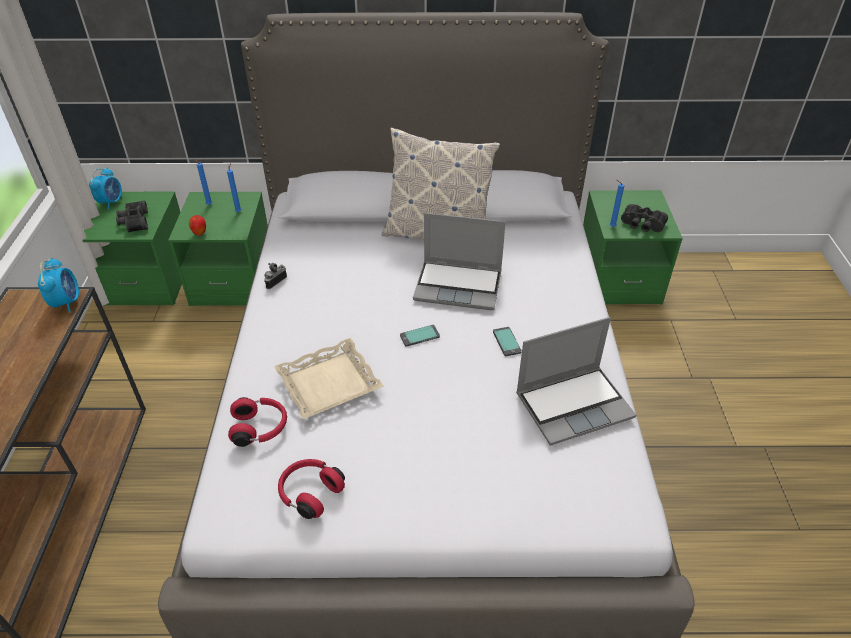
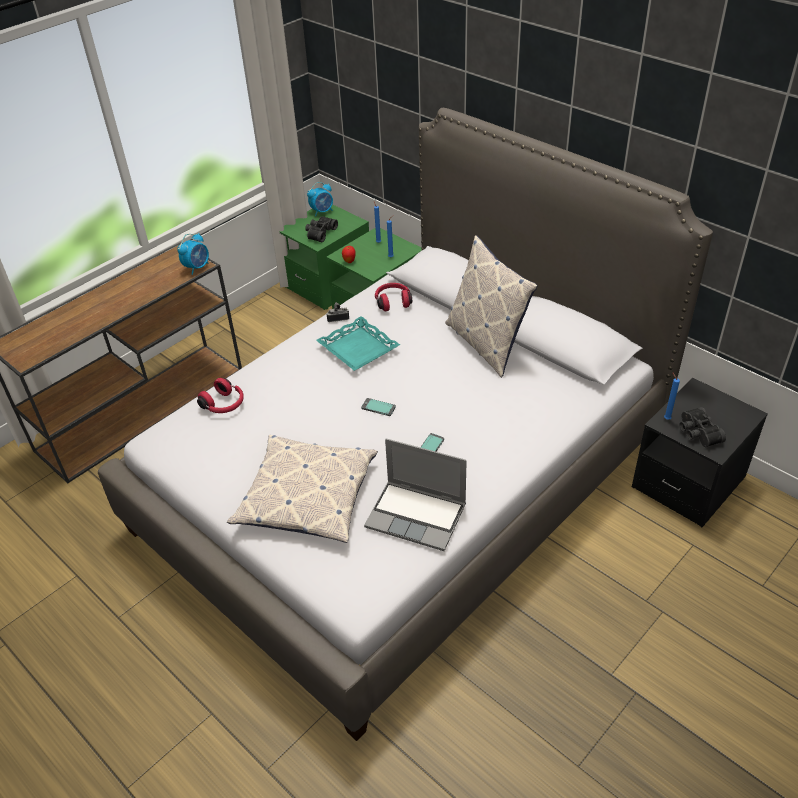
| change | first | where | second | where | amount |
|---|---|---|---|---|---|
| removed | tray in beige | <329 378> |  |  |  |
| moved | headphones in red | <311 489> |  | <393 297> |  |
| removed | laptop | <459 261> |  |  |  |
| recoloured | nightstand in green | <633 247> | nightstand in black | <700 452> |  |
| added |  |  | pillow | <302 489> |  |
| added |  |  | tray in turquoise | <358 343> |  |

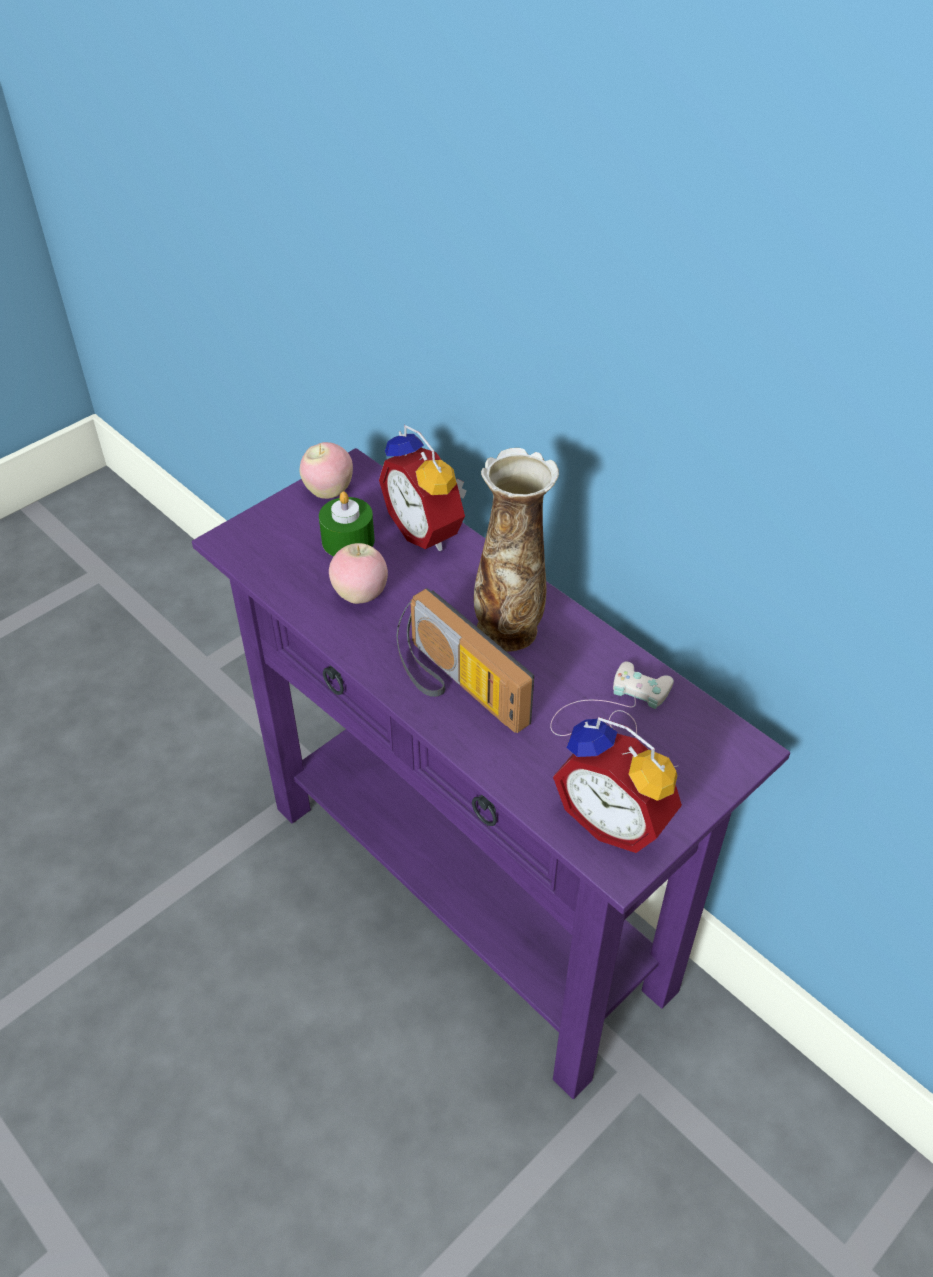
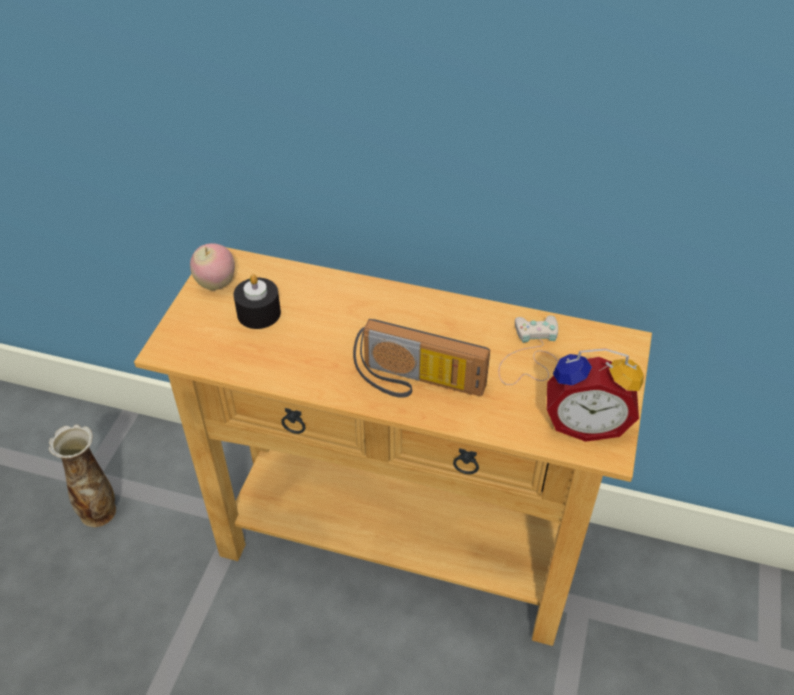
| change | first | where | second | where | amount |
|---|---|---|---|---|---|
| recoloured | console table in purple | <491 773> | console table in beige | <393 446> |  |
| recoloured | candle in green | <347 523> | candle in black | <257 301> |  |
| removed | apple | <358 573> |  |  |  |
| removed | alarm clock | <423 488> |  |  |  |
| moved | vase | <516 550> |  | <82 476> |  |

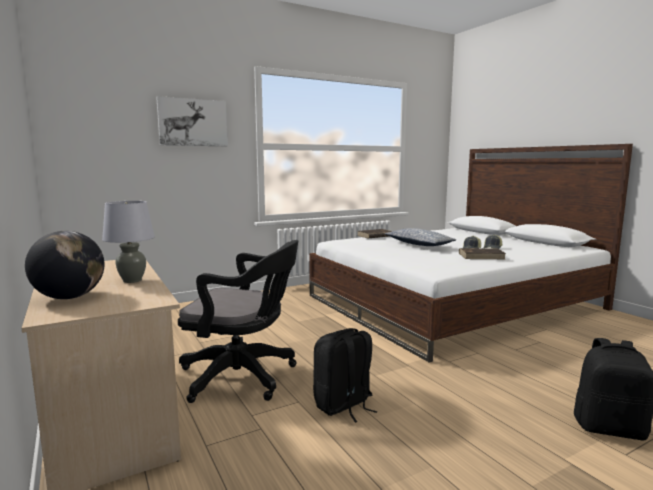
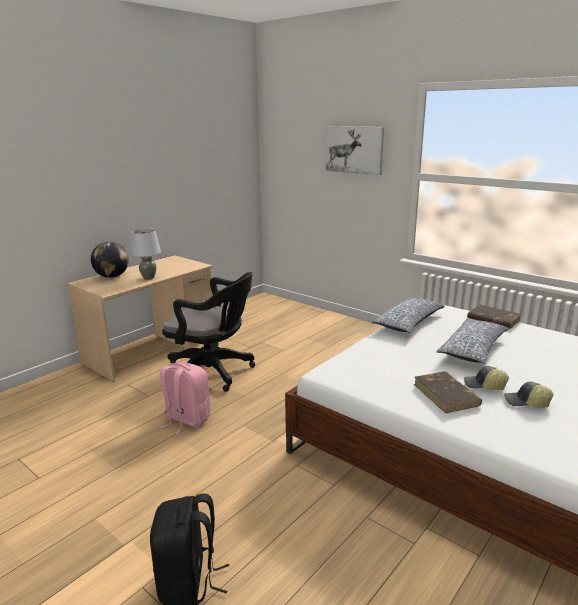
| change | first | where | second | where | amount |
|---|---|---|---|---|---|
| turned | office chair in black | <238 321> |  | <208 332> | 60 degrees counterclockwise |
| recoloured | backpack in black | <345 375> | backpack in pink | <185 398> |  |
| added |  |  | pillow | <408 314> |  |

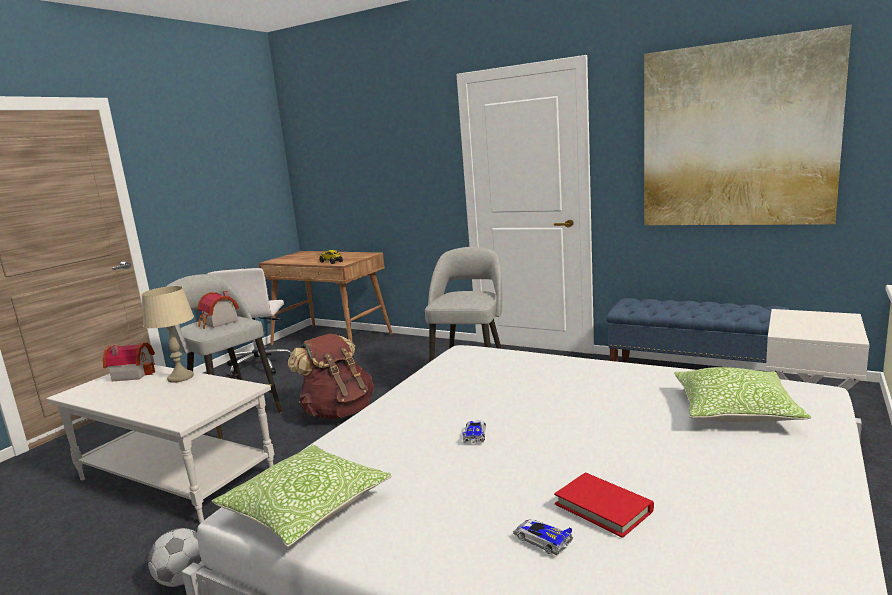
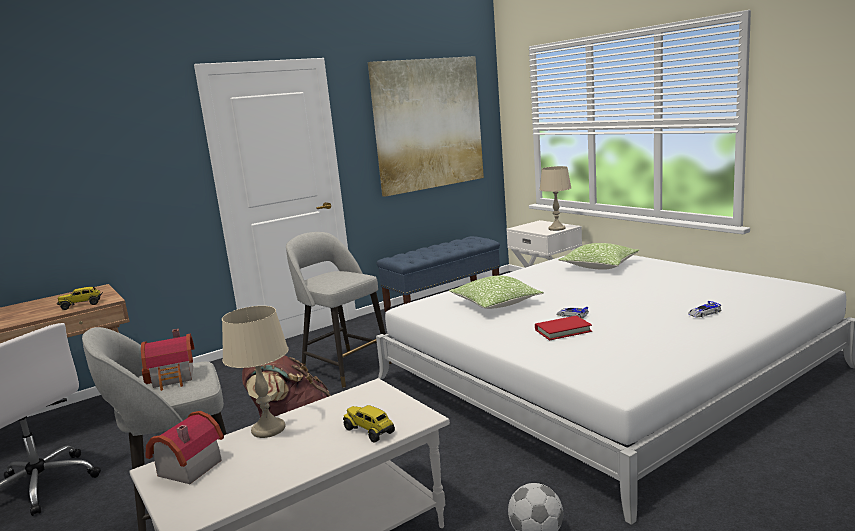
| change | first | where | second | where | amount |
|---|---|---|---|---|---|
| moved | pillow | <302 496> |  | <496 292> |  |
| moved | book in red | <604 505> |  | <563 328> |  |
| added |  |  | toy truck | <369 424> |  |
| added |  |  | table lamp in beige | <555 198> |  |

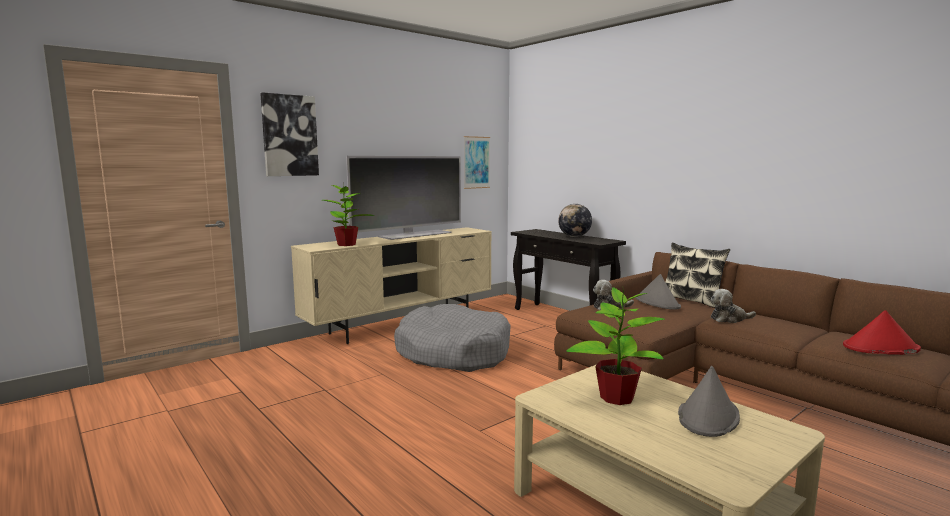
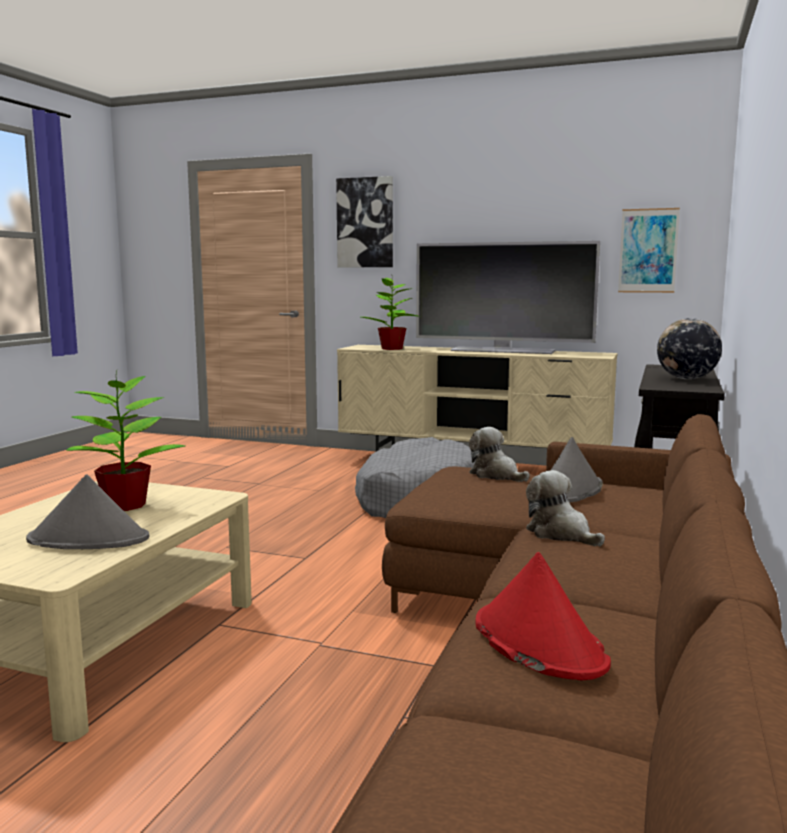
| change | first | where | second | where | amount |
|---|---|---|---|---|---|
| removed | pillow | <697 275> |  |  |  |

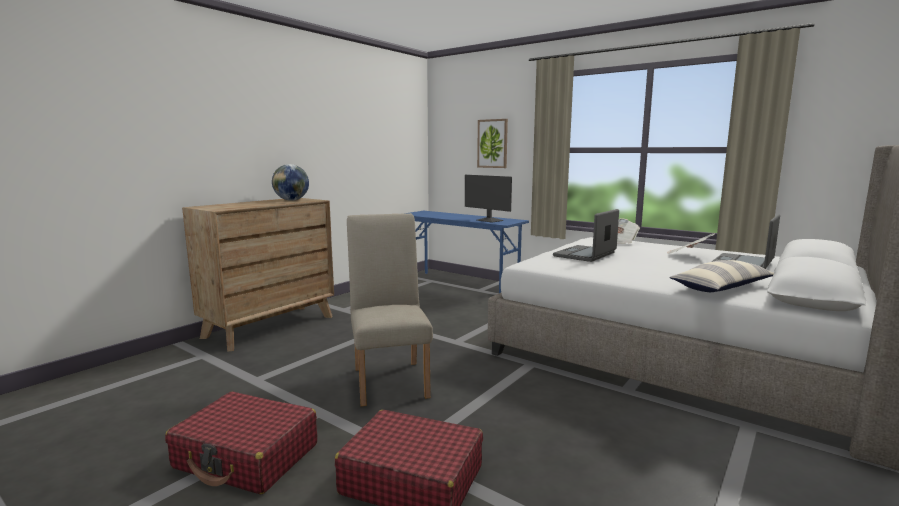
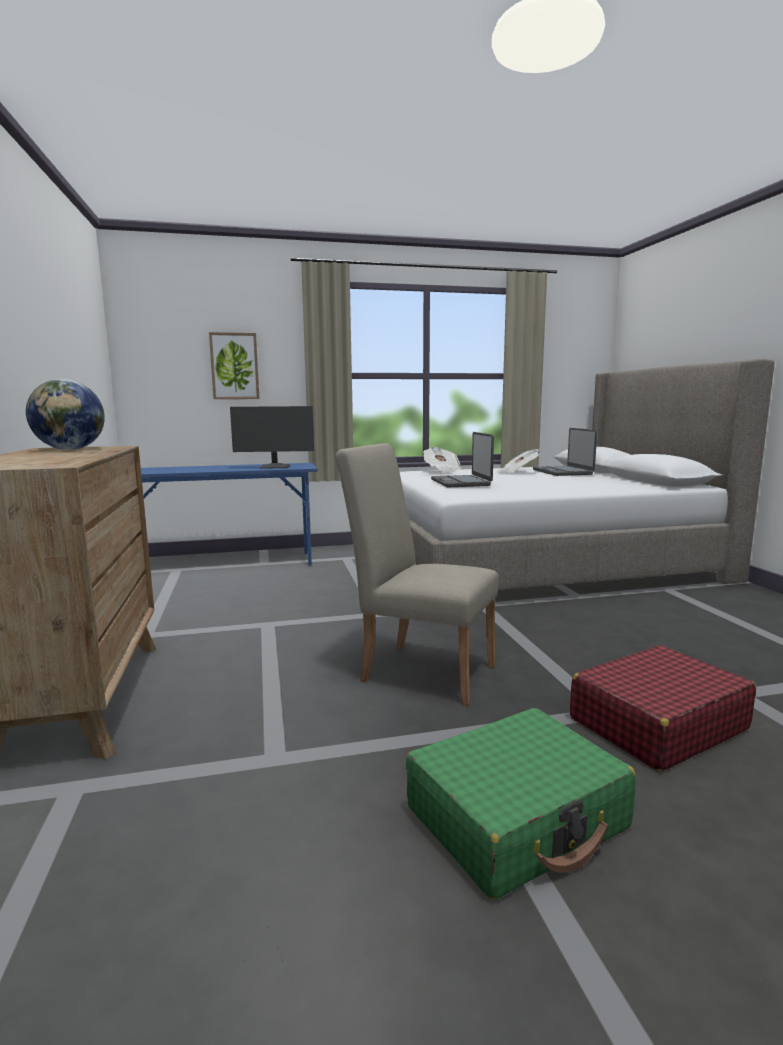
| change | first | where | second | where | amount |
|---|---|---|---|---|---|
| recoloured | suitcase in red | <241 443> | suitcase in green | <521 803> |  |
| removed | pillow | <721 276> |  |  |  |

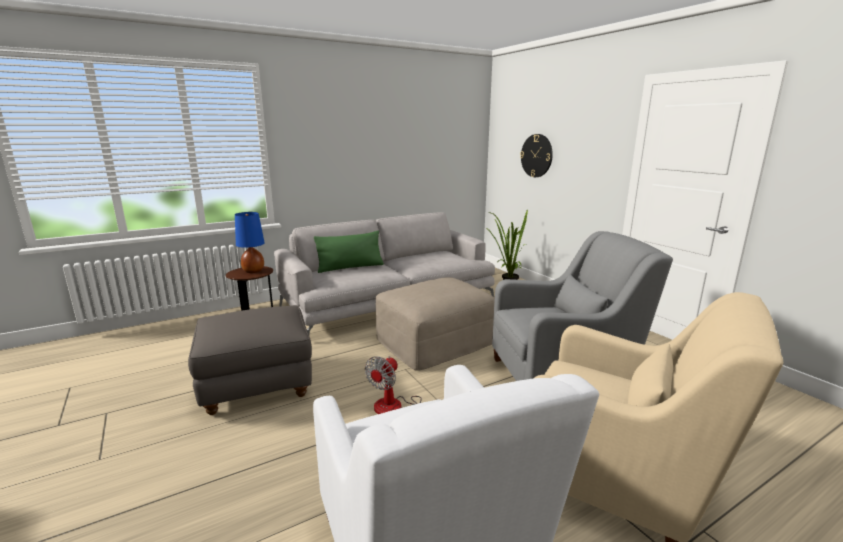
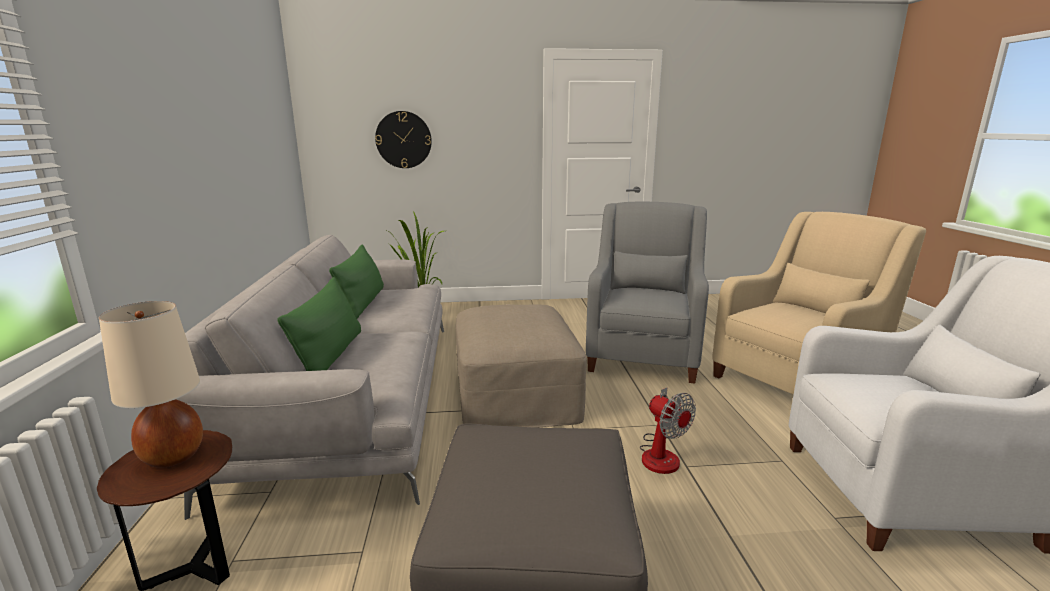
| change | first | where | second | where | amount |
|---|---|---|---|---|---|
| recoloured | table lamp in blue | <250 242> | table lamp in beige | <151 384> |  |
| added |  |  | pillow in green | <356 281> |  |

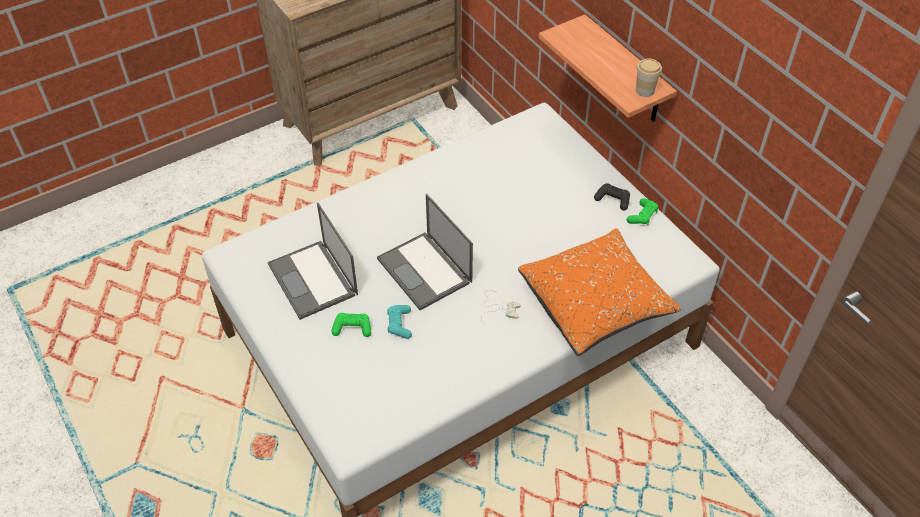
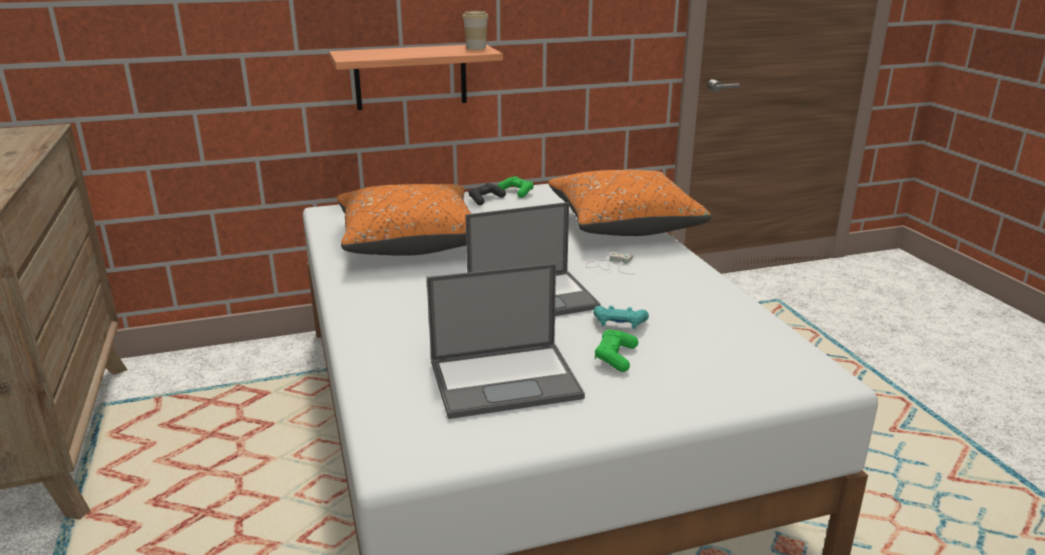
| change | first | where | second | where | amount |
|---|---|---|---|---|---|
| added |  |  | pillow in orange | <404 220> |  |

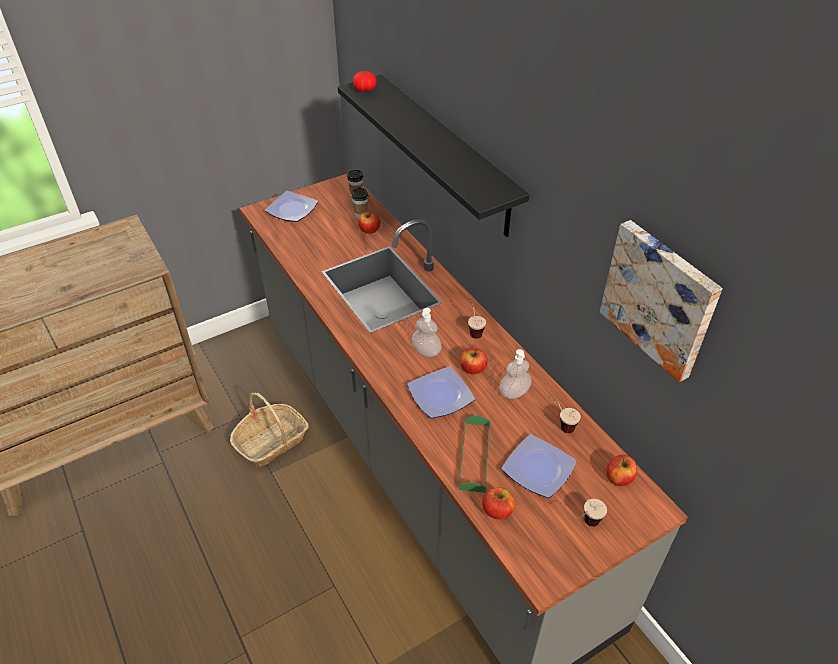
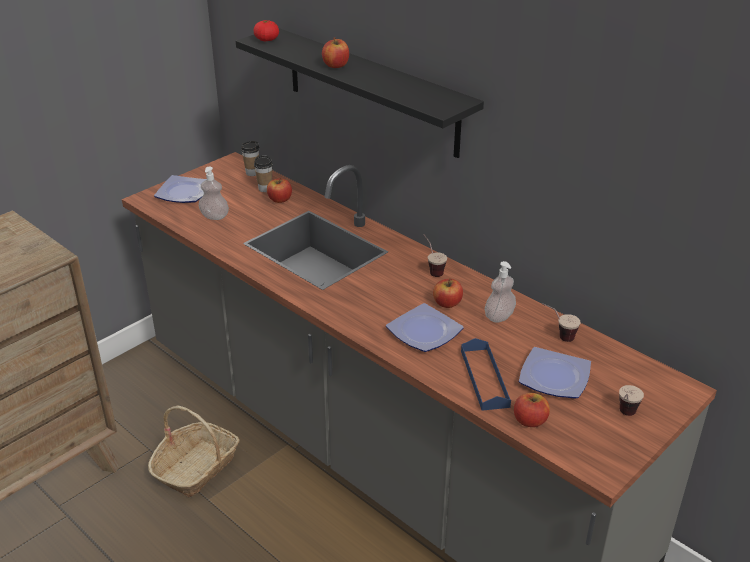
| change | first | where | second | where | amount |
|---|---|---|---|---|---|
| moved | soap dispenser | <427 332> |  | <214 193> |  |
| recoloured | tray in green | <474 454> | tray in blue | <486 374> |  |
| removed | picture | <661 301> |  |  |  |
| moved | apple | <621 470> |  | <335 52> |  |

